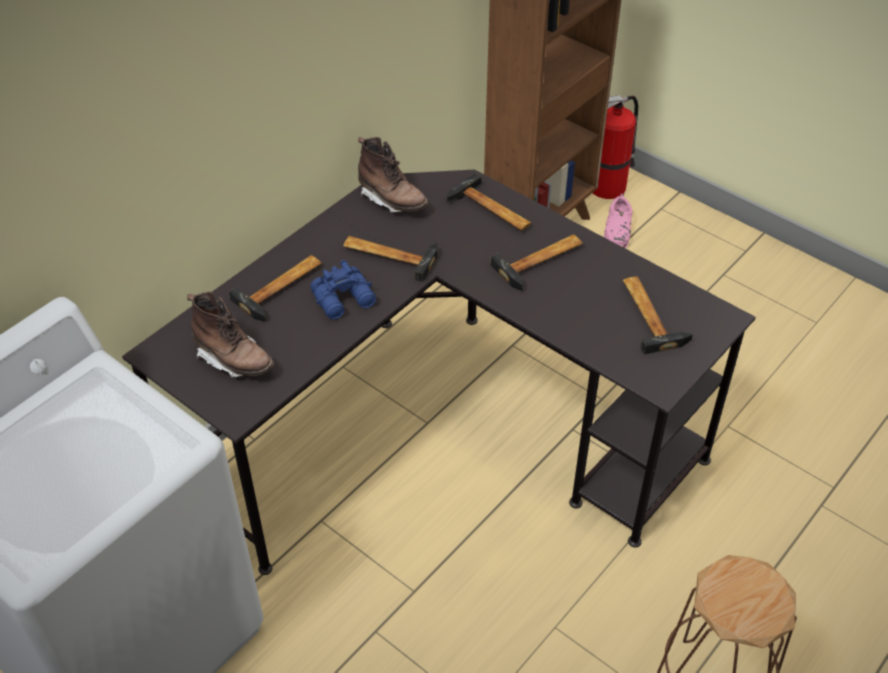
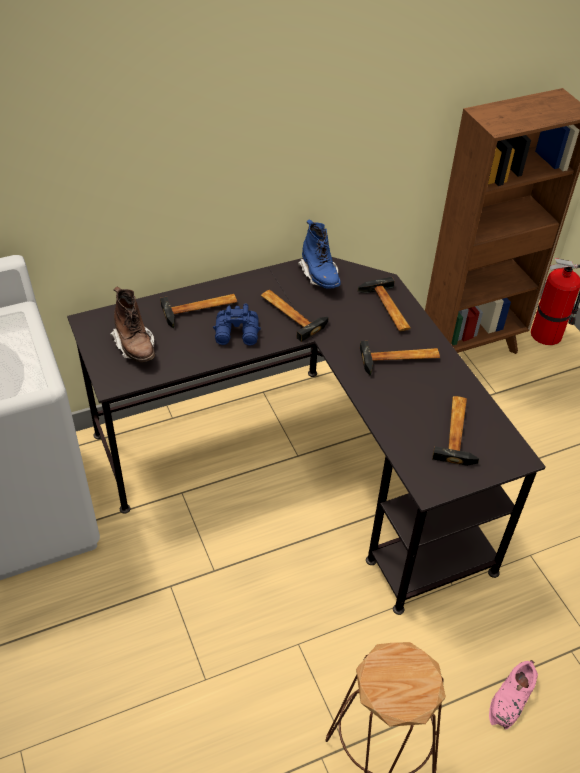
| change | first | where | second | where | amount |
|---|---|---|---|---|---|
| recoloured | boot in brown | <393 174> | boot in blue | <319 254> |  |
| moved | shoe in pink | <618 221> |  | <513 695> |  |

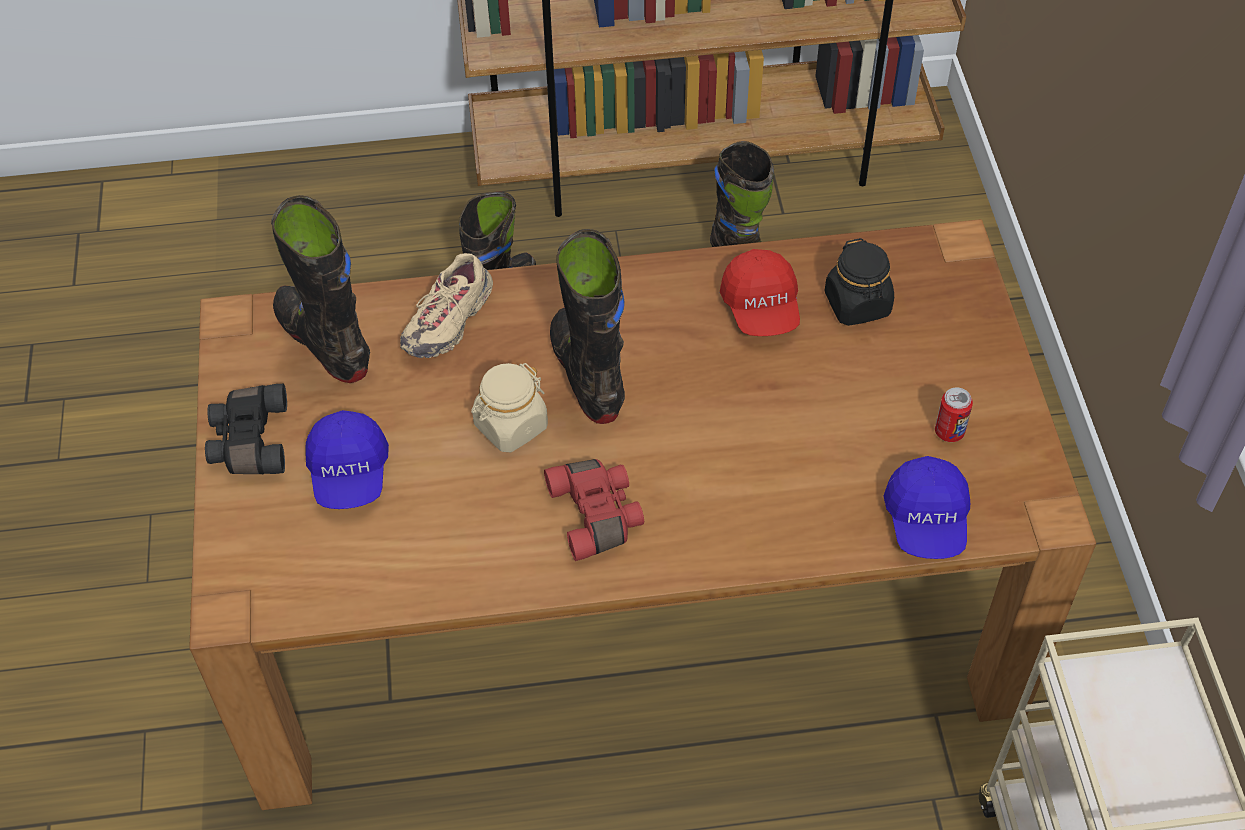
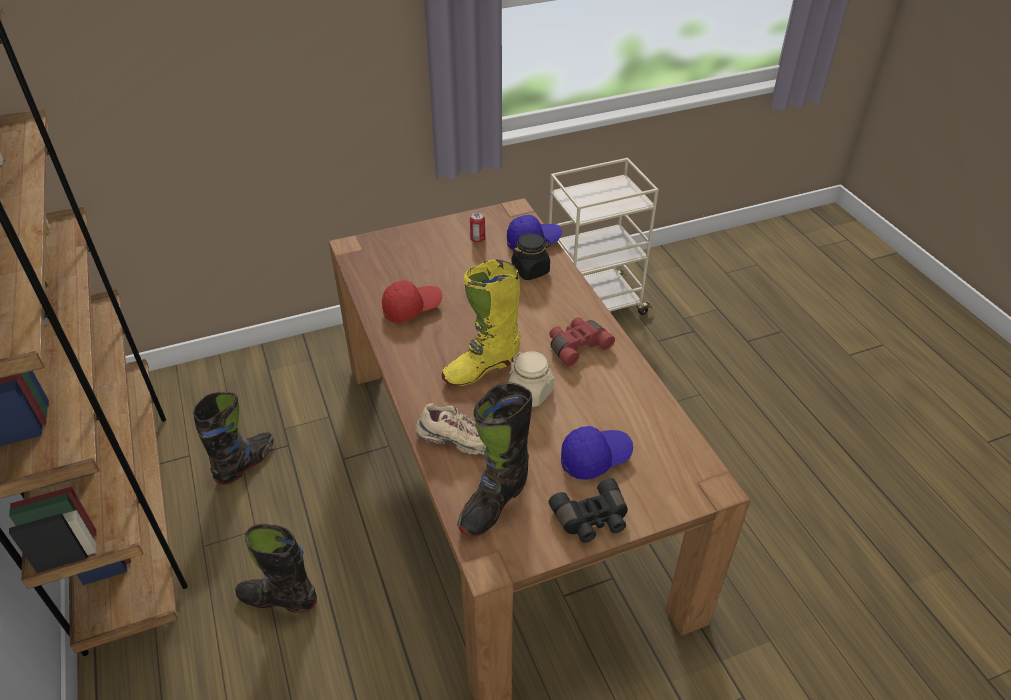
| change | first | where | second | where | amount |
|---|---|---|---|---|---|
| recoloured | boot in black | <587 326> | boot in yellow | <481 322> |  |
| moved | jar in black | <859 282> |  | <531 256> |  |

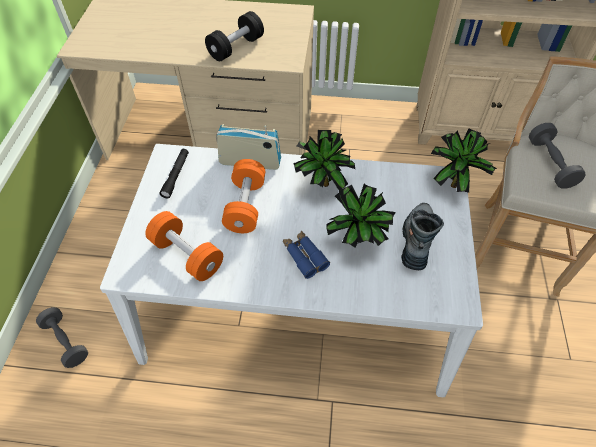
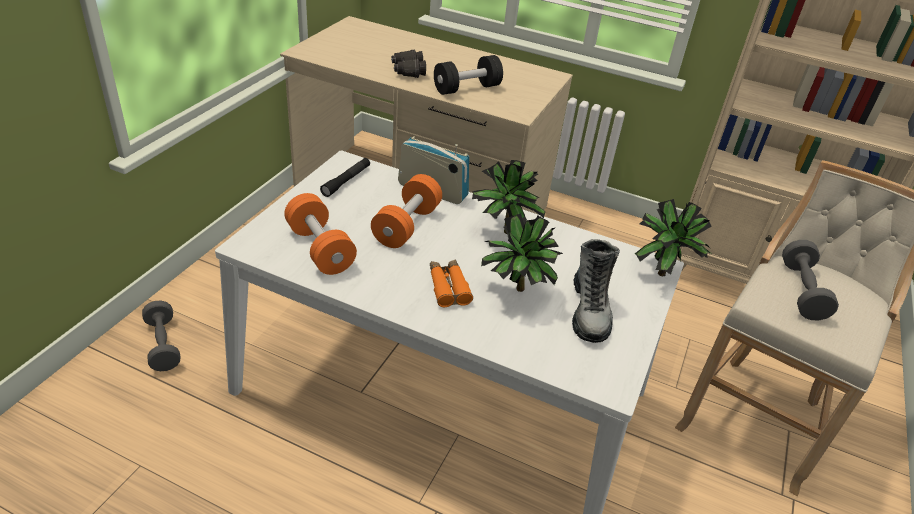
| change | first | where | second | where | amount |
|---|---|---|---|---|---|
| recoloured | binoculars in blue | <306 255> | binoculars in orange | <451 283> |  |
| turned | boot | <422 236> |  | <596 291> | 150 degrees clockwise |
| added |  |  | binoculars in black | <408 63> |  |

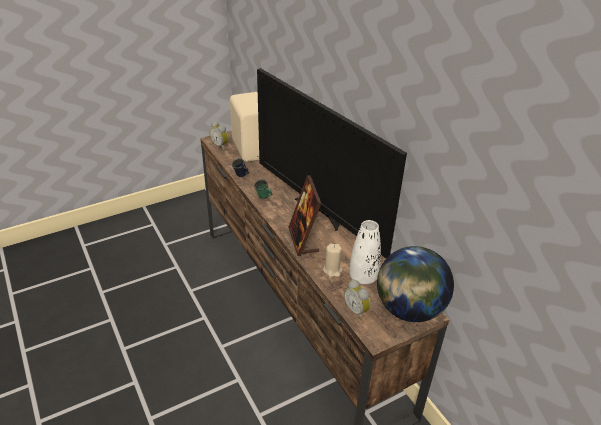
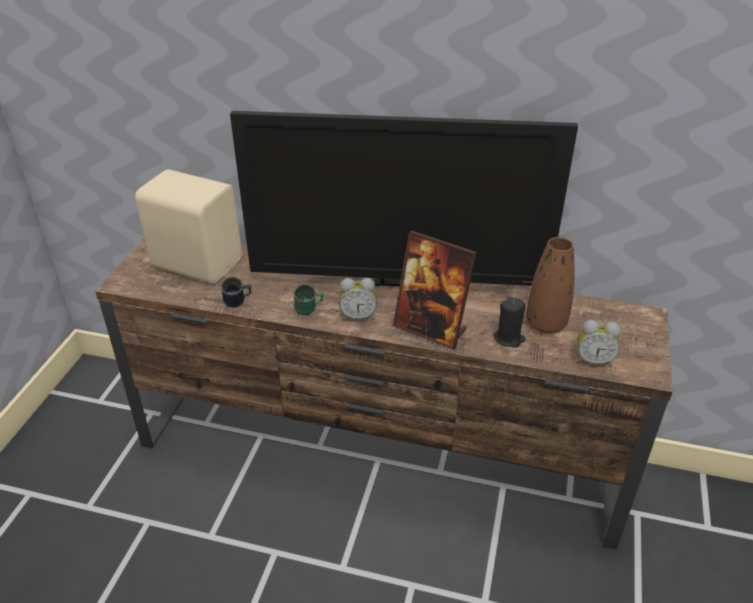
| change | first | where | second | where | amount |
|---|---|---|---|---|---|
| moved | alarm clock | <219 135> |  | <358 299> |  |
| recoloured | candle in beige | <332 260> | candle in black | <509 322> |  |
| recoloured | vase in white | <365 252> | vase in brown | <550 285> |  |
| removed | globe | <415 284> |  |  |  |

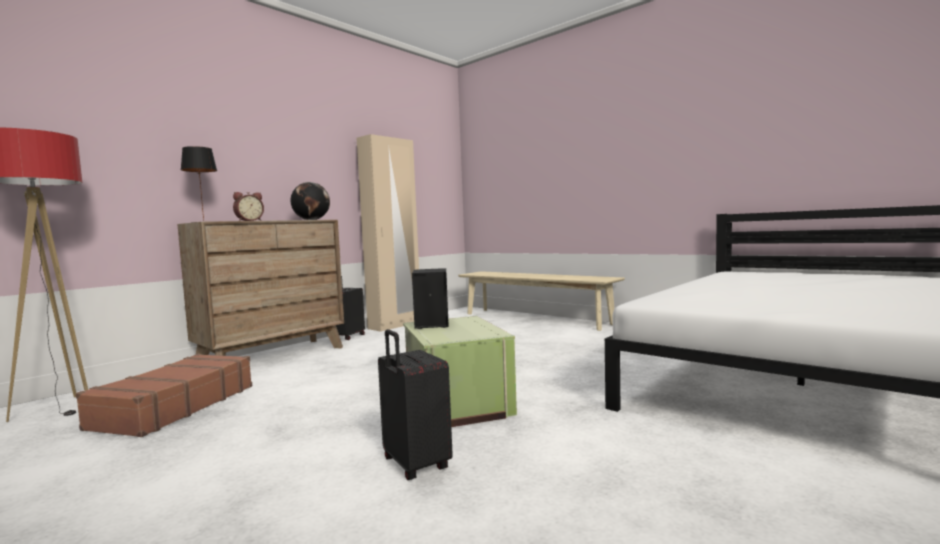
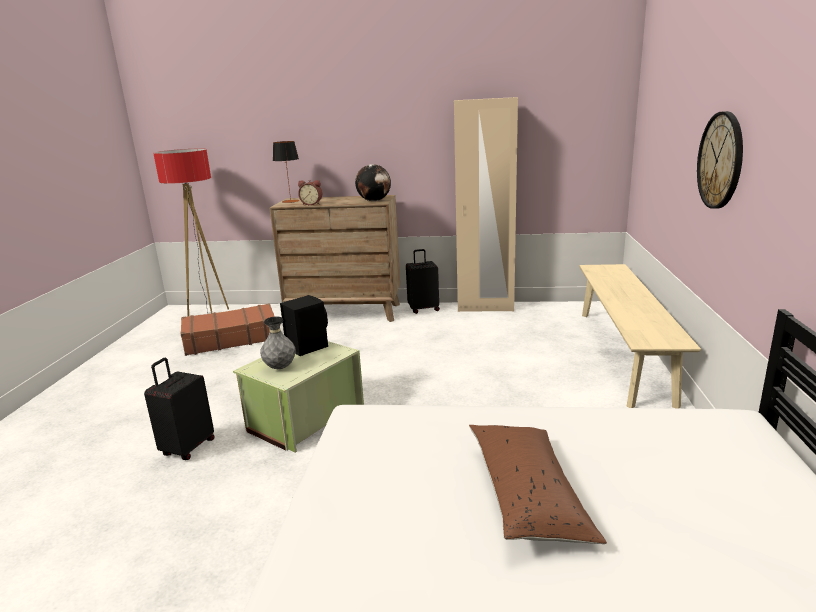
| change | first | where | second | where | amount |
|---|---|---|---|---|---|
| added |  |  | vase in grey | <278 343> |  |
| added |  |  | pillow in brown | <538 484> |  |
| added |  |  | wall clock | <720 160> |  |

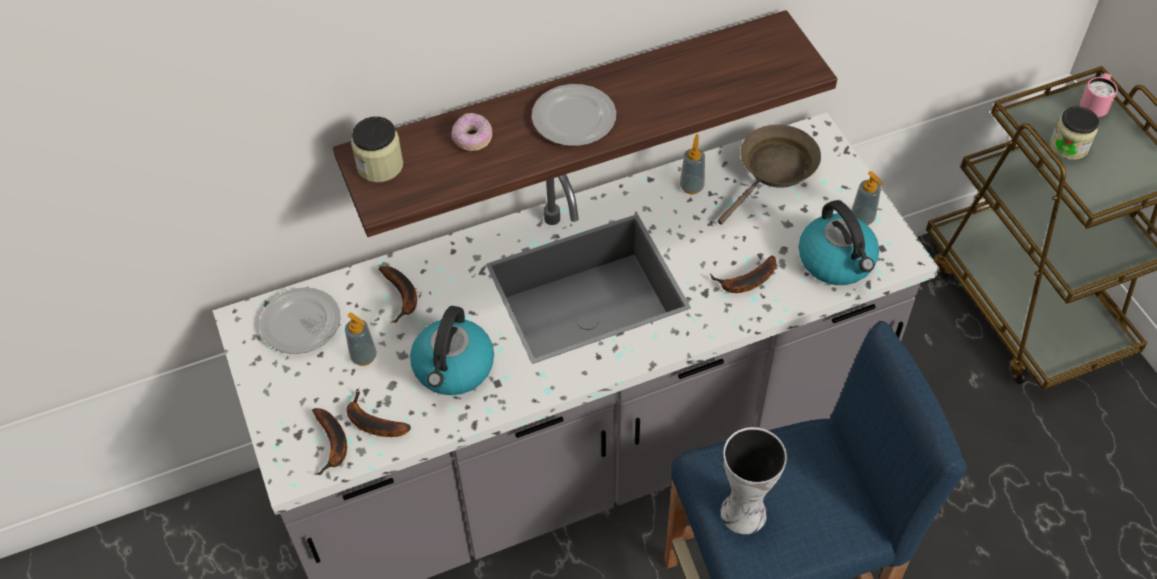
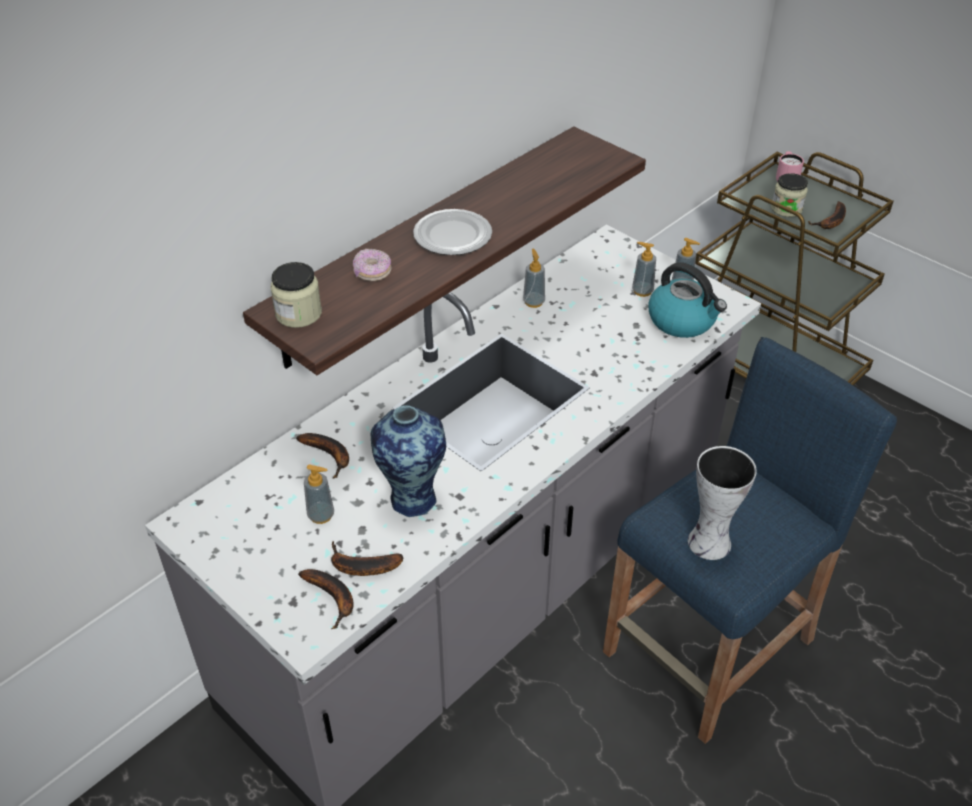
| change | first | where | second | where | amount |
|---|---|---|---|---|---|
| removed | plate | <300 320> |  |  |  |
| replaced | kettle | <452 350> | vase | <408 461> |  |
| moved | banana | <743 274> |  | <827 215> |  |
| removed | frying pan in brown | <769 175> |  |  |  |
| added |  |  | soap dispenser | <644 269> |  |

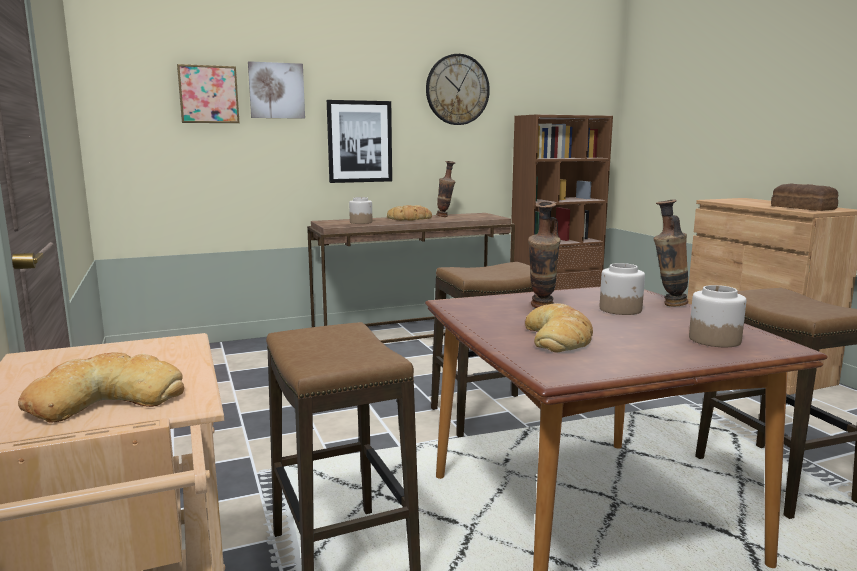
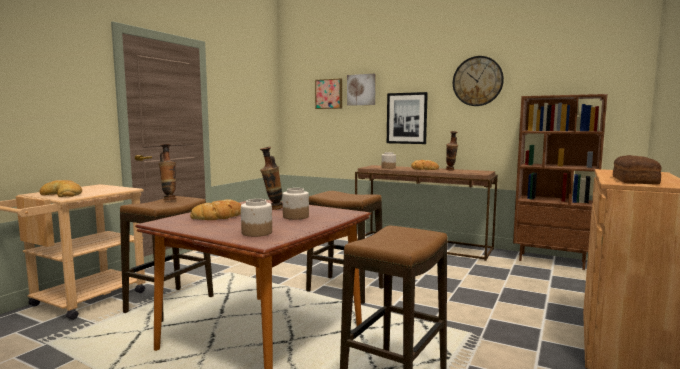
| change | first | where | second | where | amount |
|---|---|---|---|---|---|
| moved | vase | <670 253> |  | <167 172> |  |

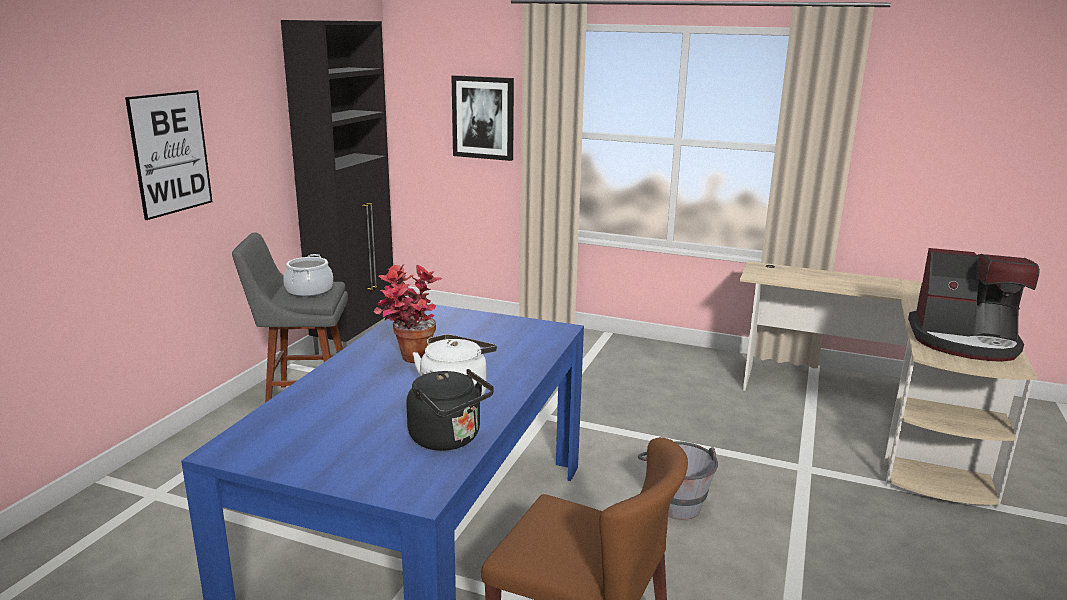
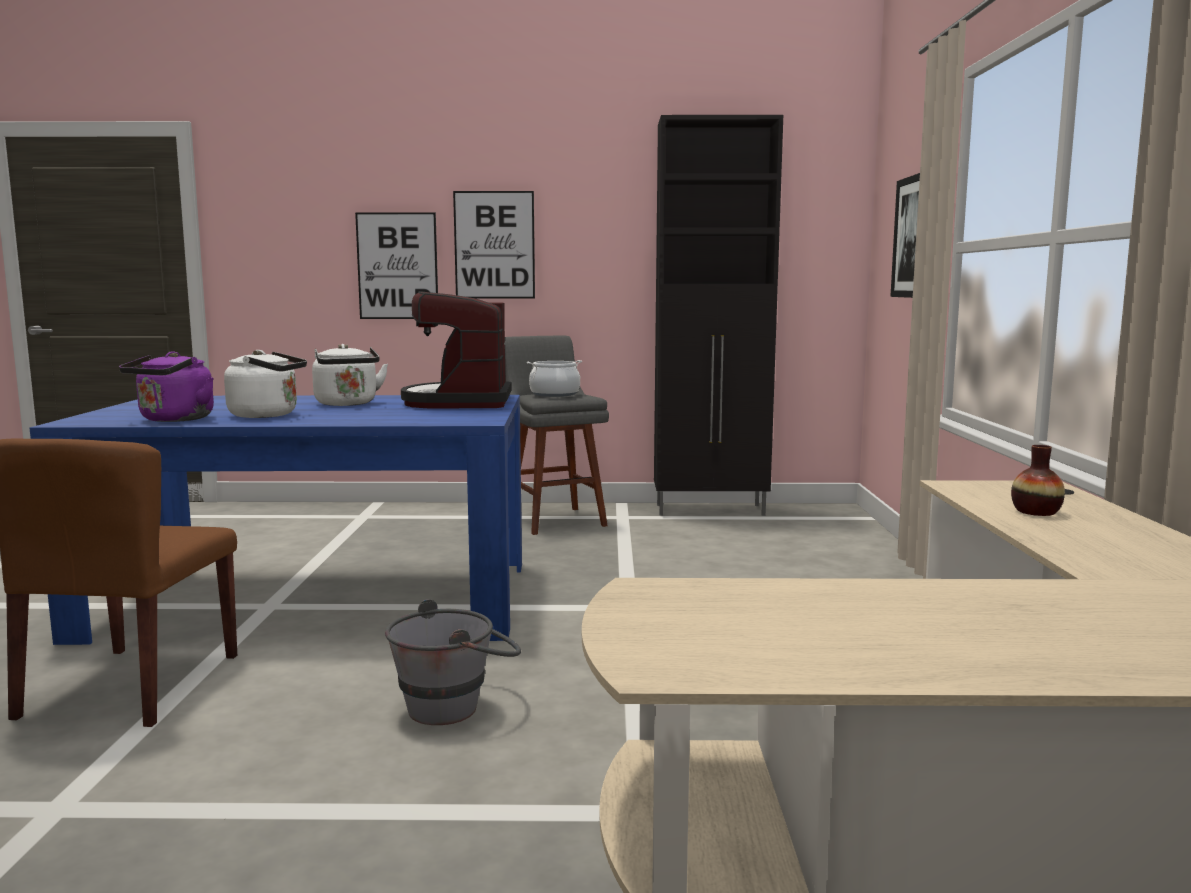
| change | first | where | second | where | amount |
|---|---|---|---|---|---|
| replaced | potted plant | <408 313> | kettle in white | <350 375> |  |
| recoloured | kettle in black | <450 410> | kettle in purple | <166 386> |  |
| moved | coffee machine | <974 305> |  | <456 349> |  |
| added |  |  | picture | <396 265> |  |
| added |  |  | vase | <1038 480> |  |

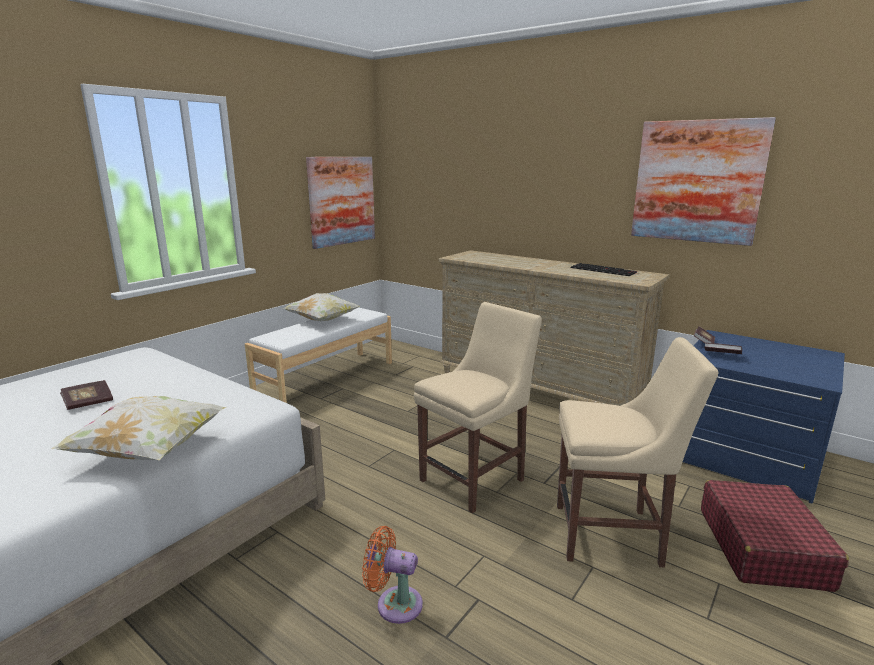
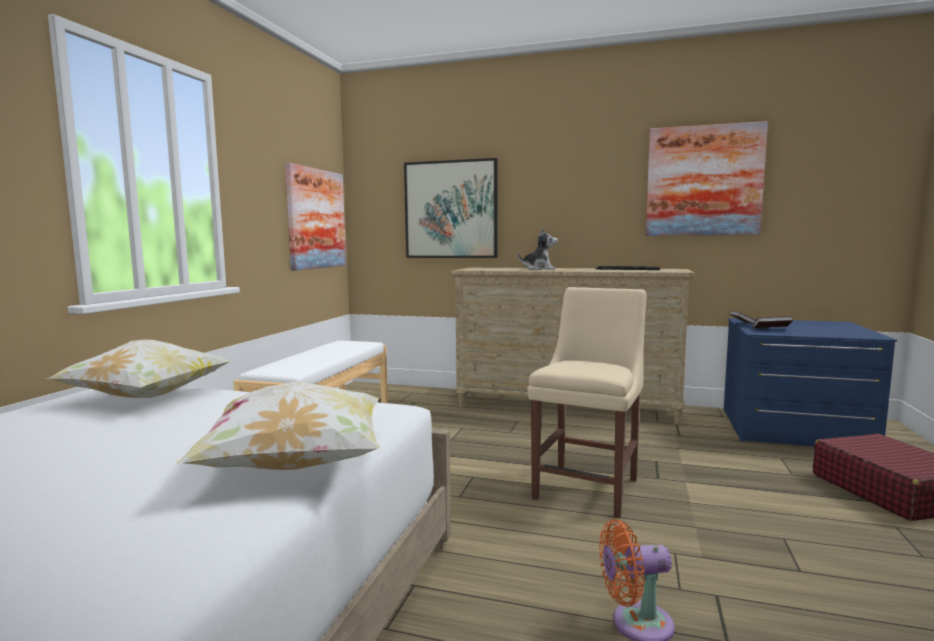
| change | first | where | second | where | amount |
|---|---|---|---|---|---|
| removed | book | <86 395> |  |  |  |
| moved | pillow | <321 307> |  | <137 369> |  |
| removed | chair in beige | <637 452> |  |  |  |
| added |  |  | picture | <451 208> |  |
| added |  |  | plush toy | <538 249> |  |

